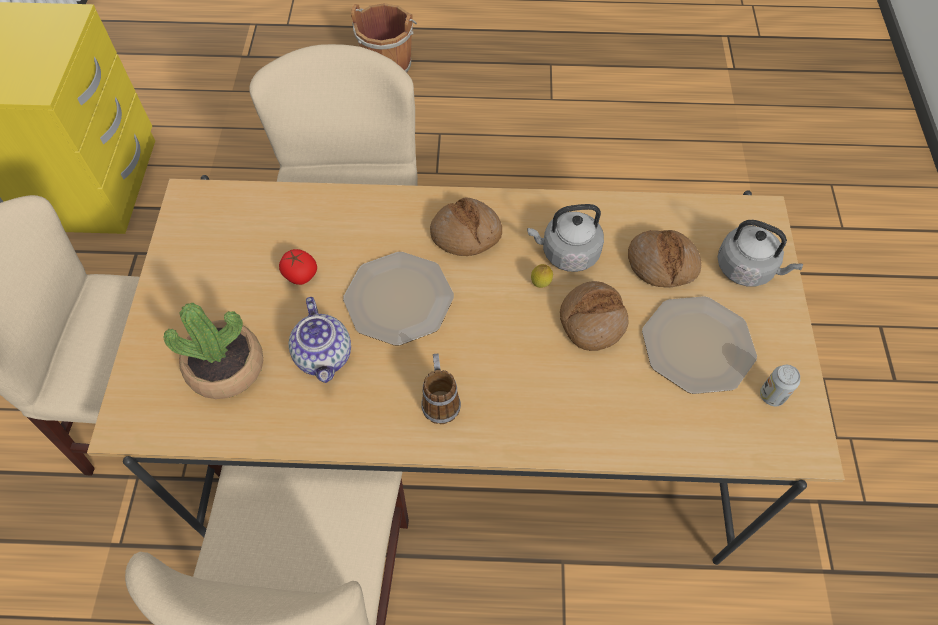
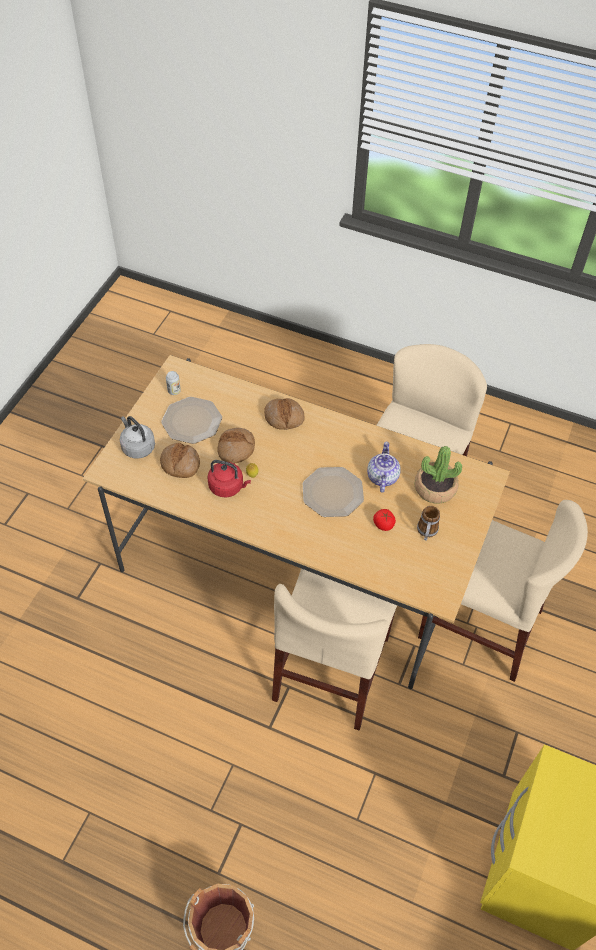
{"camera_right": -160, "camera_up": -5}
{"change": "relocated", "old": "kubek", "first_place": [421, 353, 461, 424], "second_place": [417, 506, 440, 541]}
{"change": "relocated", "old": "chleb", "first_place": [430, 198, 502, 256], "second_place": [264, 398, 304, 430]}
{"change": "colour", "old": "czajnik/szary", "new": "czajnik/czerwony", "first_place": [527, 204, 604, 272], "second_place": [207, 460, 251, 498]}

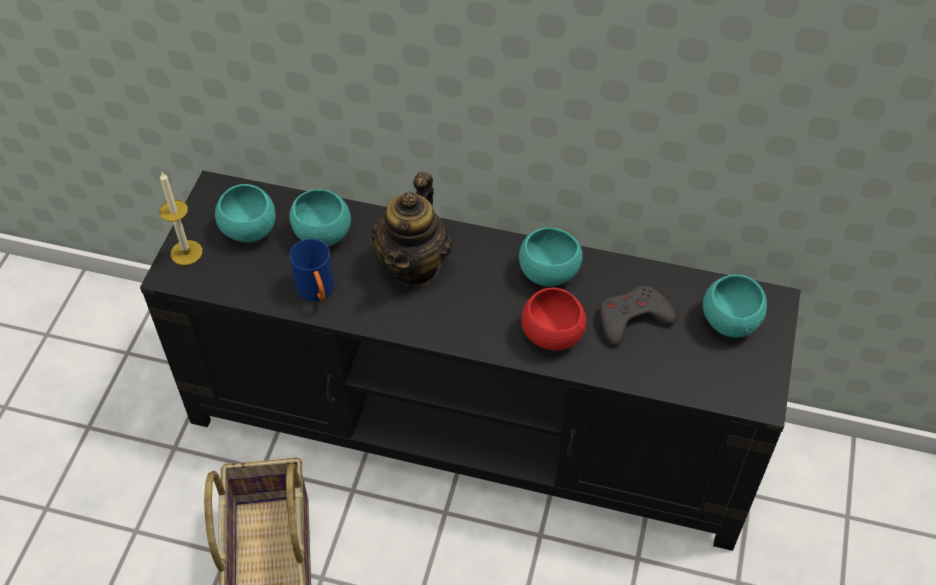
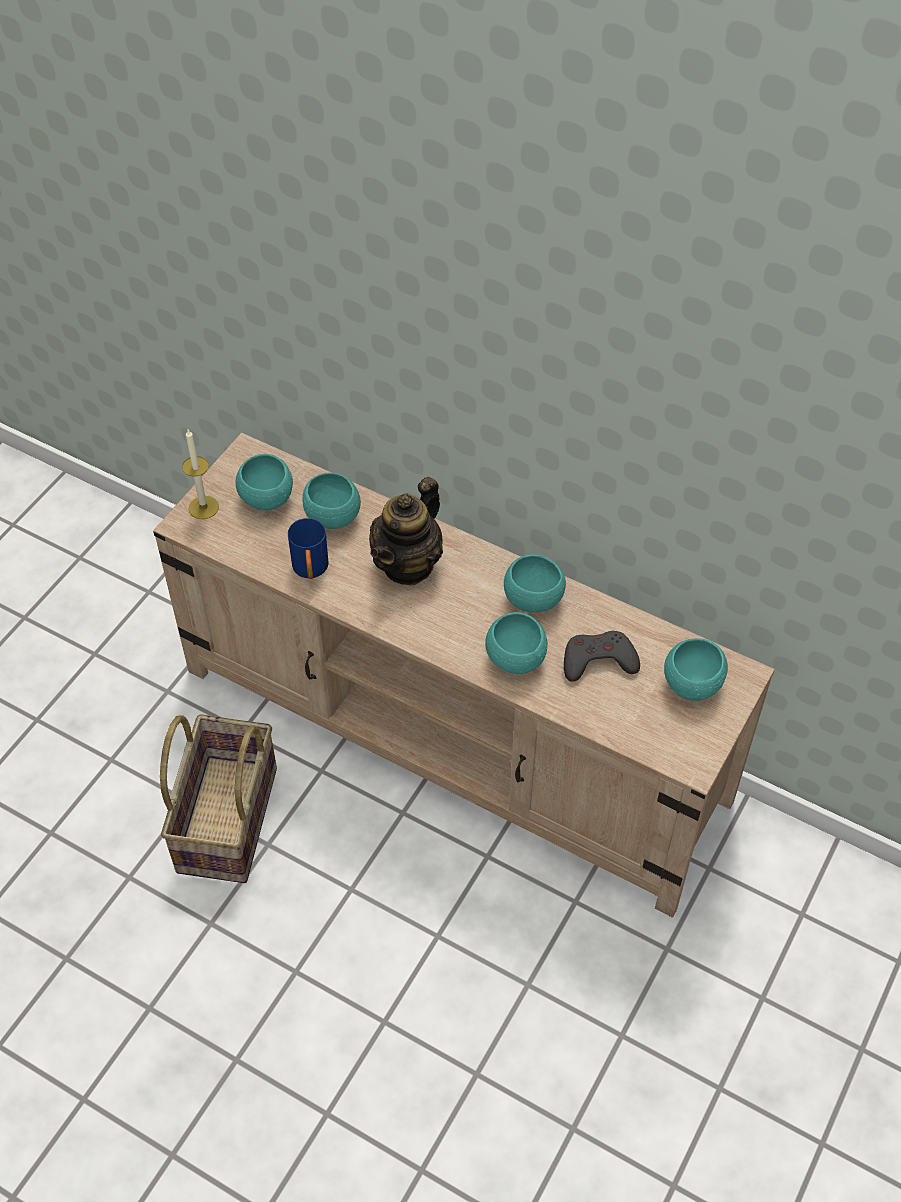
{"camera_right": 15, "camera_up": 0}
{"change": "colour", "old": "szafka pod telewizor/czarny", "new": "szafka pod telewizor/beżowy", "first_place": [140, 171, 801, 551], "second_place": [153, 433, 775, 918]}
{"change": "colour", "old": "miska/czerwony", "new": "miska/turkusowy", "first_place": [521, 288, 586, 351], "second_place": [485, 612, 547, 674]}

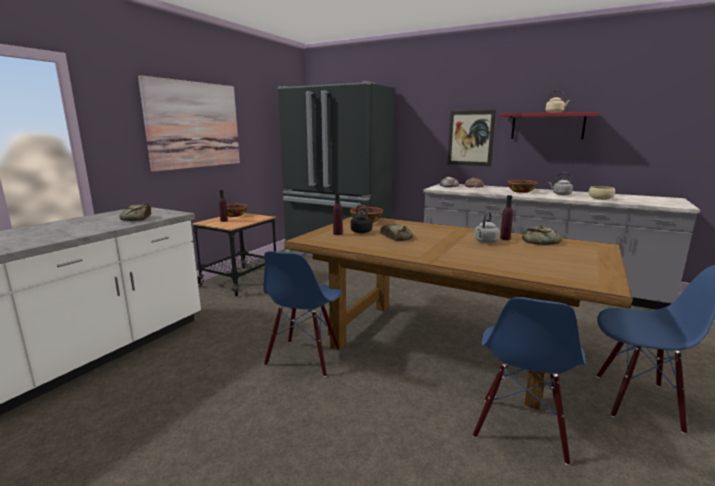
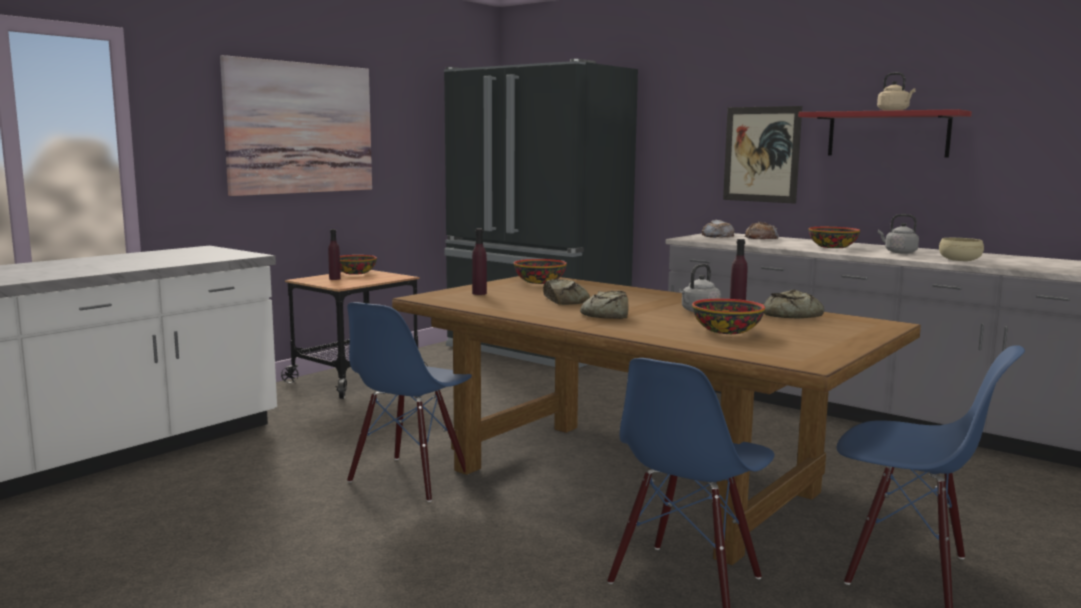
{"camera_right": 10, "camera_up": -5}
{"change": "missing", "old": "czajnik/czarny", "first_place": [350, 205, 372, 233]}
{"change": "appeared", "new": "miska", "second_place": [692, 299, 765, 334]}
{"change": "relocated", "old": "chleb", "first_place": [120, 204, 151, 221], "second_place": [580, 291, 628, 319]}

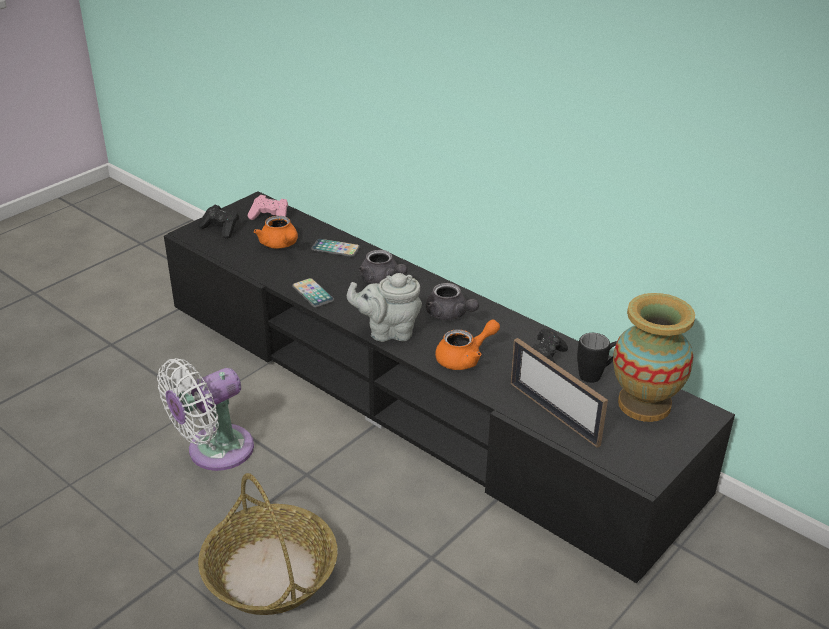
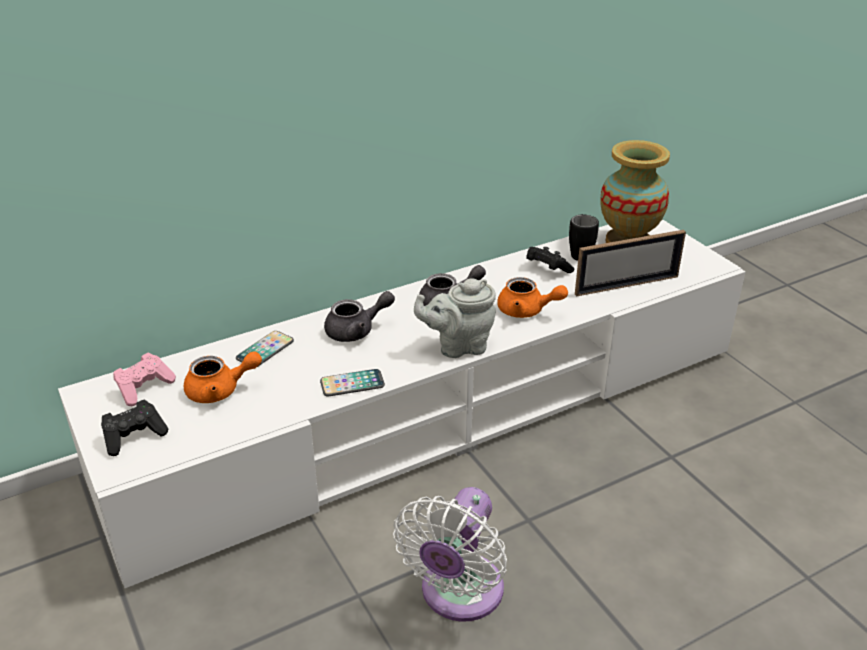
{"camera_right": -70, "camera_up": 0}
{"change": "missing", "old": "koszyk", "first_place": [198, 473, 338, 615]}
{"change": "colour", "old": "szafka pod telewizor/czarny", "new": "szafka pod telewizor/biały", "first_place": [164, 191, 735, 583], "second_place": [58, 219, 746, 588]}
{"change": "spun", "old": "wentylator/biały", "first_place": [157, 358, 254, 471], "second_place": [393, 487, 507, 622], "degrees": 45}
{"change": "spun", "old": "imbryk/szary", "first_place": [347, 273, 422, 342], "second_place": [414, 278, 496, 358], "degrees": 60}
{"change": "spun", "old": "imbryk/pomarańczowy", "first_place": [435, 320, 500, 370], "second_place": [497, 277, 568, 318], "degrees": 120}

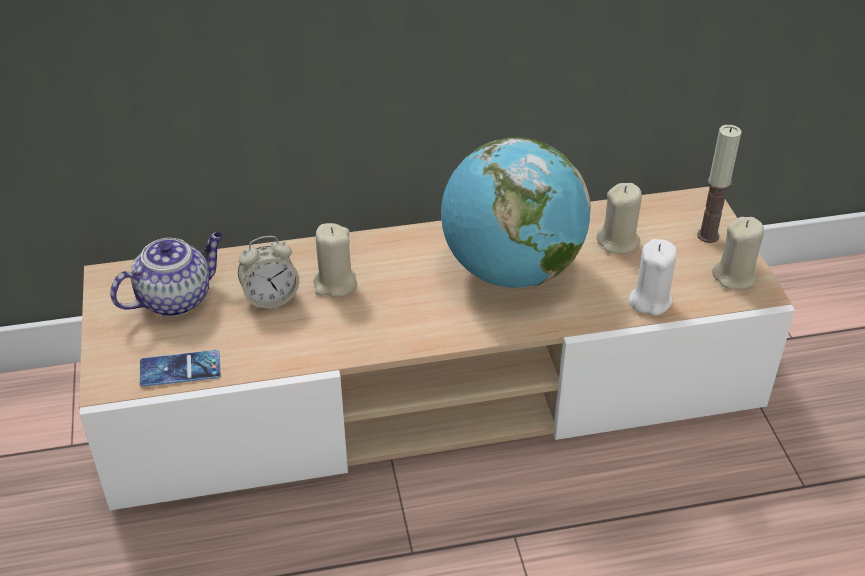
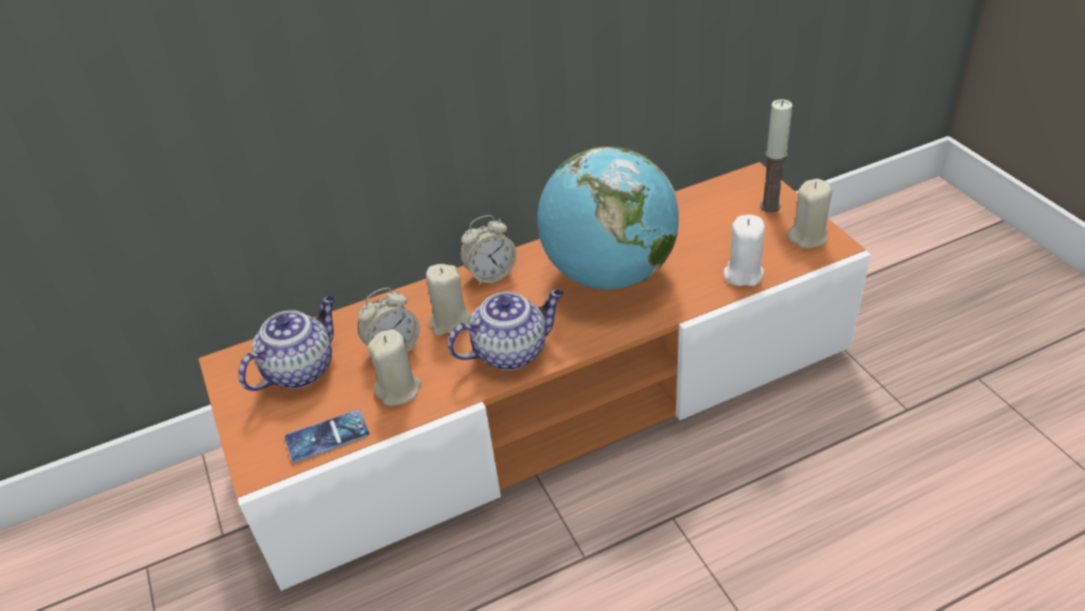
{"camera_right": -10, "camera_up": 0}
{"change": "appeared", "new": "imbryk", "second_place": [448, 289, 563, 370]}
{"change": "appeared", "new": "budzik", "second_place": [460, 215, 517, 286]}
{"change": "relocated", "old": "świeca/beżowy", "first_place": [597, 183, 642, 254], "second_place": [368, 329, 422, 406]}
{"change": "colour", "old": "szafka pod telewizor/beżowy", "new": "szafka pod telewizor/pomarańczowy", "first_place": [79, 186, 795, 510], "second_place": [198, 162, 871, 591]}

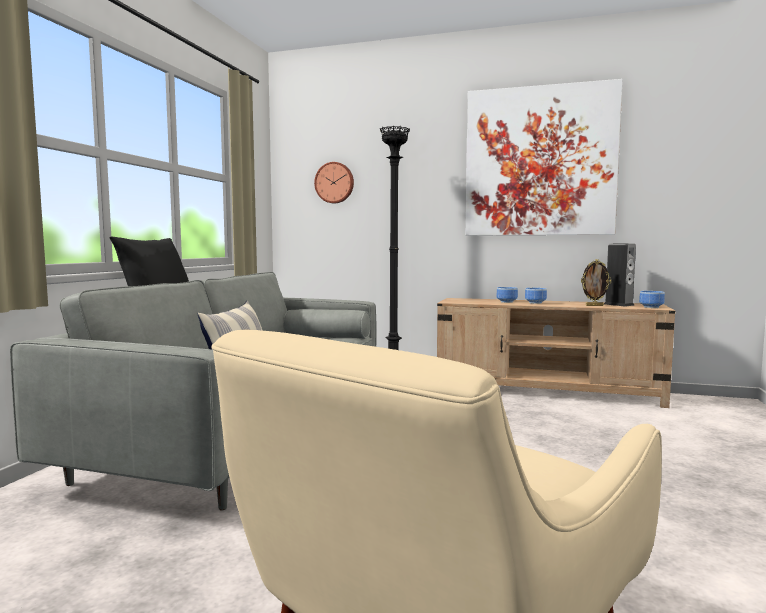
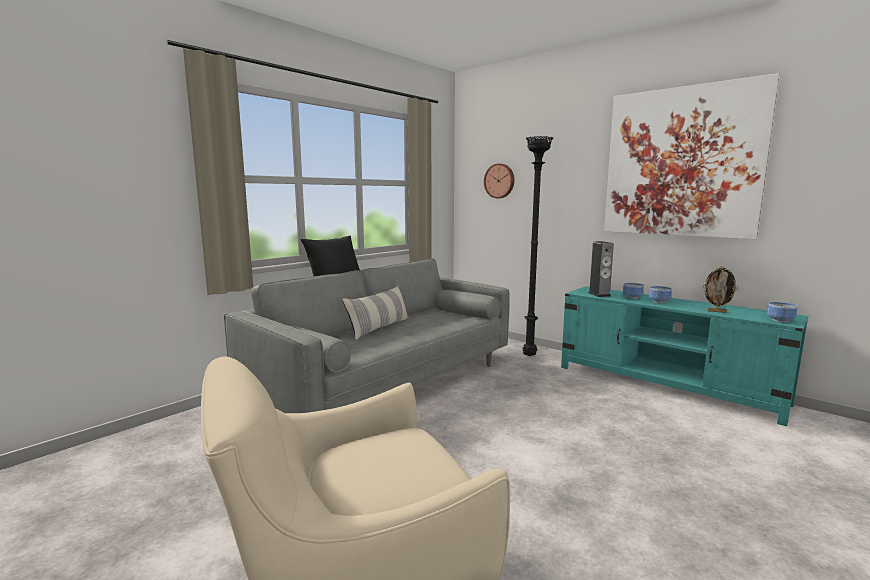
{"camera_right": 25, "camera_up": 5}
{"change": "relocated", "old": "głośnik", "first_place": [604, 244, 636, 307], "second_place": [588, 241, 614, 297]}
{"change": "colour", "old": "szafka pod telewizor/beżowy", "new": "szafka pod telewizor/turkusowy", "first_place": [437, 298, 675, 408], "second_place": [561, 286, 808, 426]}

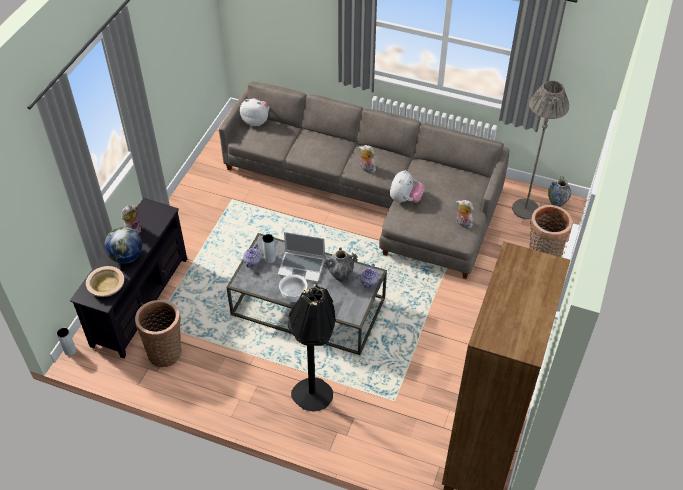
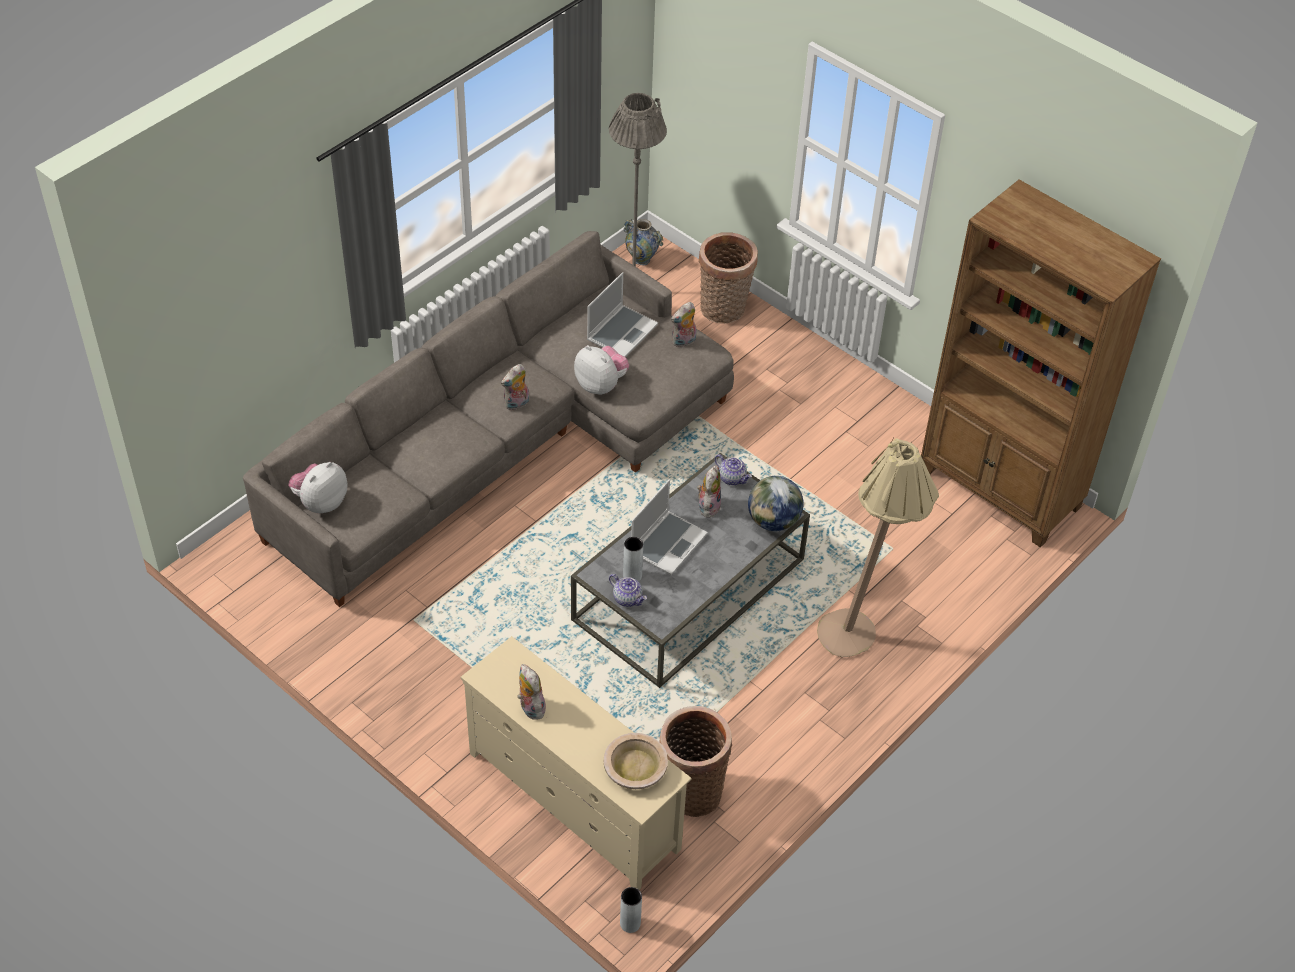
{"camera_right": -70, "camera_up": 0}
{"change": "missing", "old": "miska/biały", "first_place": [279, 274, 308, 302]}
{"change": "appeared", "new": "laptop", "second_place": [587, 272, 658, 357]}
{"change": "relocated", "old": "globus", "first_place": [105, 227, 142, 264], "second_place": [748, 476, 804, 531]}
{"change": "exchanged", "old": "wazon", "new": "pluszak", "first_place": [324, 248, 358, 282], "second_place": [697, 465, 721, 518]}
{"change": "colour", "old": "szafka pod telewizor/czarny", "new": "szafka pod telewizor/beżowy", "first_place": [70, 198, 187, 358], "second_place": [460, 636, 692, 890]}
{"change": "colour", "old": "lampa stojąca/czarny", "new": "lampa stojąca/beżowy", "first_place": [288, 284, 336, 411], "second_place": [817, 438, 939, 657]}

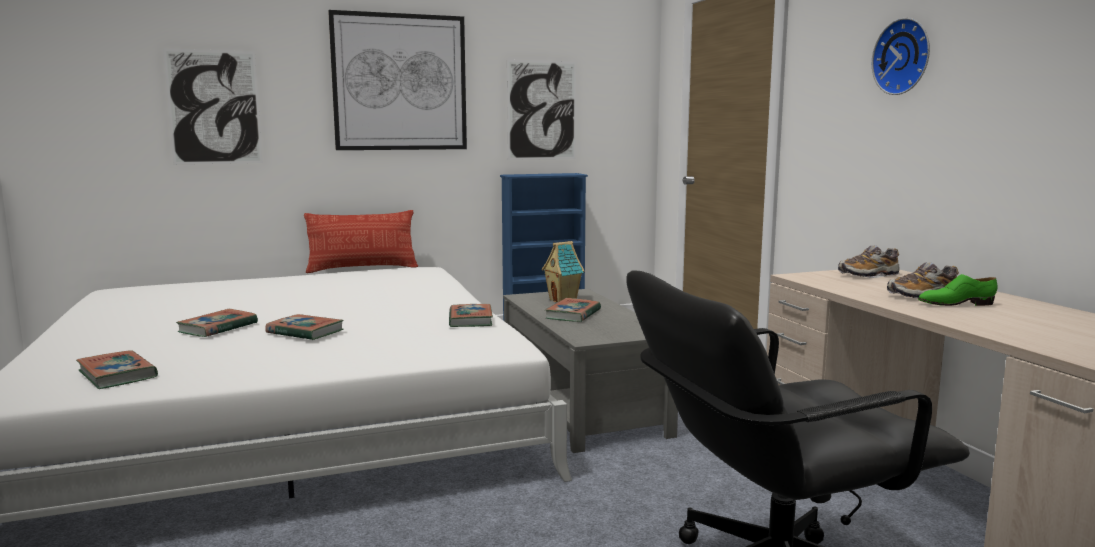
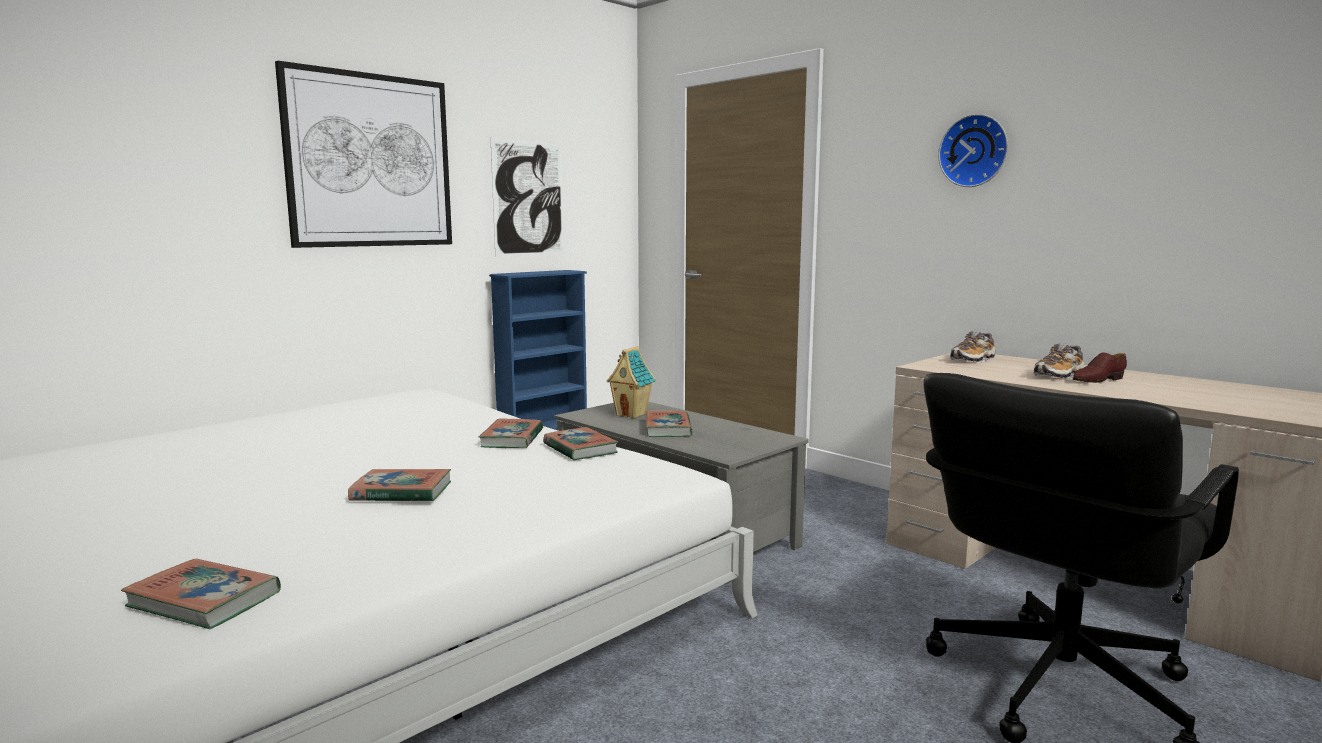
{"camera_right": -25, "camera_up": 0}
{"change": "missing", "old": "obraz", "first_place": [163, 48, 263, 164]}
{"change": "missing", "old": "poduszka", "first_place": [304, 210, 418, 273]}
{"change": "relocated", "old": "książka", "first_place": [176, 309, 258, 337], "second_place": [479, 418, 543, 448]}
{"change": "colour", "old": "but/zielony", "new": "but/brązowy", "first_place": [918, 274, 998, 306], "second_place": [1073, 352, 1127, 383]}

